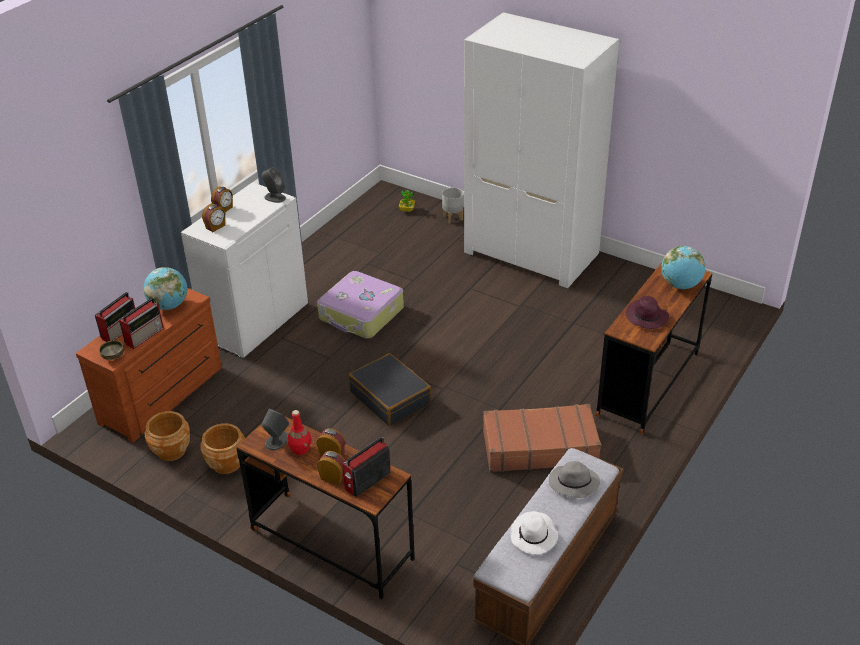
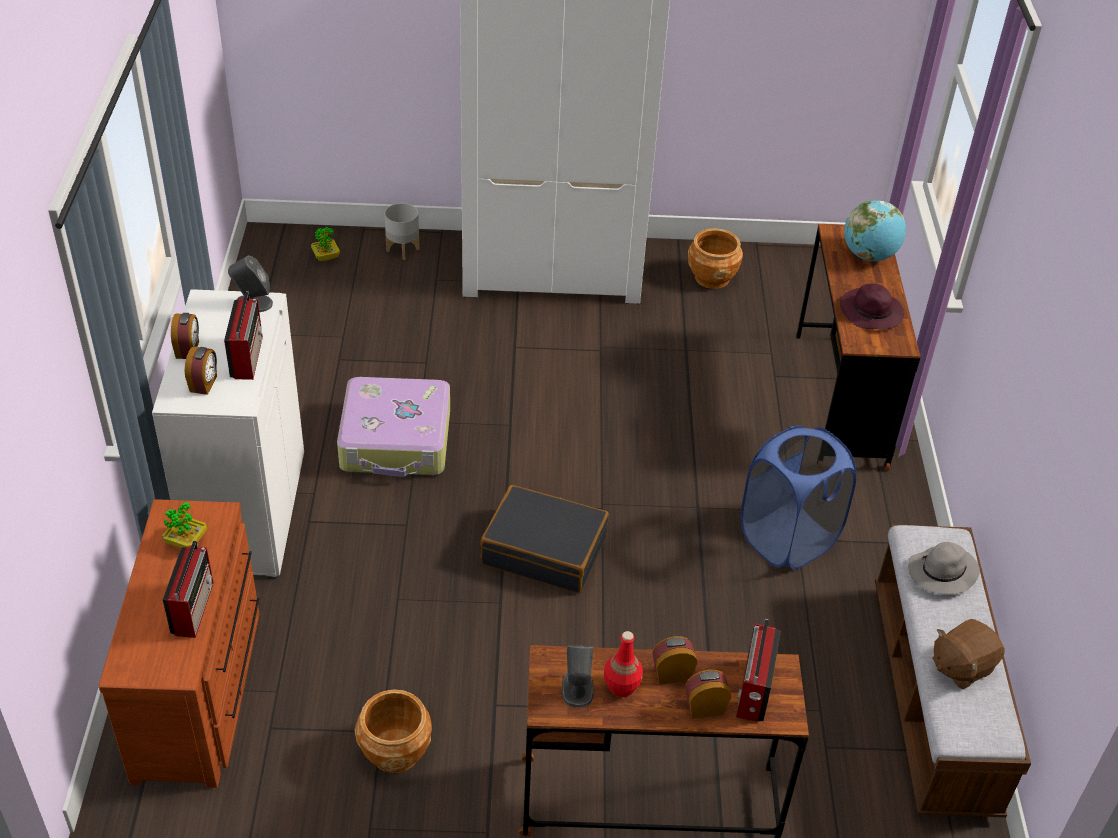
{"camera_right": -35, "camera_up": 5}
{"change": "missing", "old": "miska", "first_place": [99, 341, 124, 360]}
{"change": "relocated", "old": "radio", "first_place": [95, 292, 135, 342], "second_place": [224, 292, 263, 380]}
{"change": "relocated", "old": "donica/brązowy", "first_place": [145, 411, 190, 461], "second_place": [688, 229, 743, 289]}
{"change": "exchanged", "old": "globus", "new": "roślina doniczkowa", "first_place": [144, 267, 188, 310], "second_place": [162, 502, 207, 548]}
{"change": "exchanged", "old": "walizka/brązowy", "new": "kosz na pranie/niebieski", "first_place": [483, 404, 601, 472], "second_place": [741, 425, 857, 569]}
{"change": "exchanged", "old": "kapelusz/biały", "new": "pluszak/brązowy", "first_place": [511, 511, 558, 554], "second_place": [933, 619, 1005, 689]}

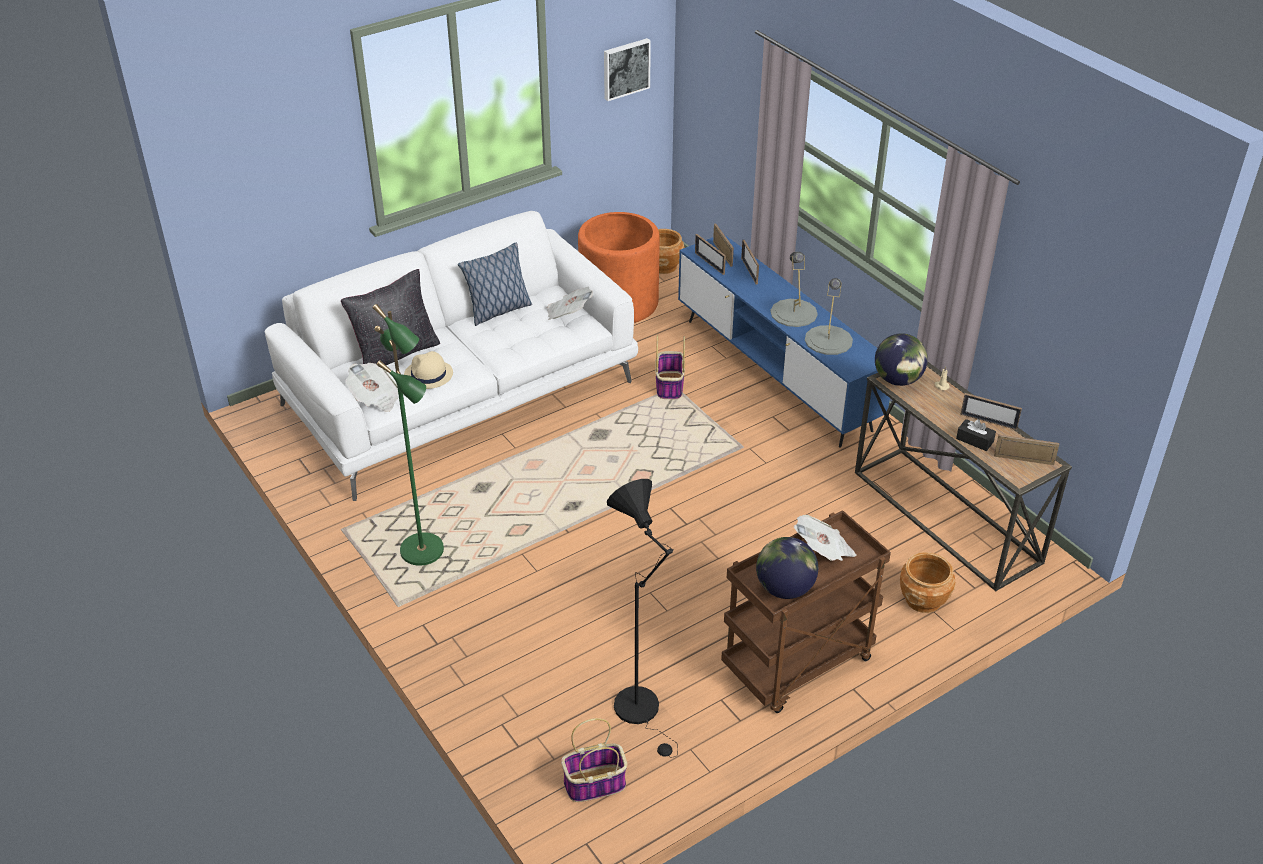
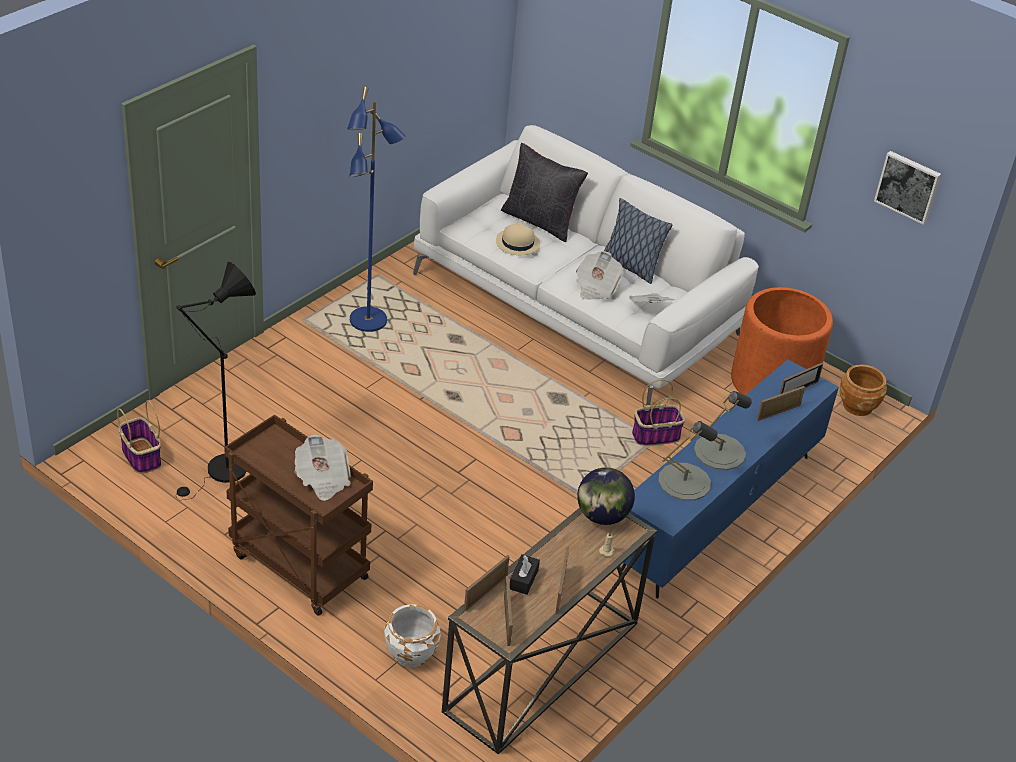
{"camera_right": 70, "camera_up": 0}
{"change": "missing", "old": "globus", "first_place": [756, 537, 818, 599]}
{"change": "relocated", "old": "gazeta", "first_place": [345, 363, 398, 412], "second_place": [576, 251, 624, 300]}
{"change": "relocated", "old": "ramka na zdjęcie", "first_place": [695, 234, 726, 275], "second_place": [464, 555, 510, 611]}
{"change": "colour", "old": "lampa stojąca/zielony", "new": "lampa stojąca/niebieski", "first_place": [373, 304, 444, 566], "second_place": [347, 87, 406, 332]}
{"change": "colour", "old": "donica/brązowy", "new": "donica/biały", "first_place": [900, 552, 955, 613], "second_place": [384, 604, 441, 668]}

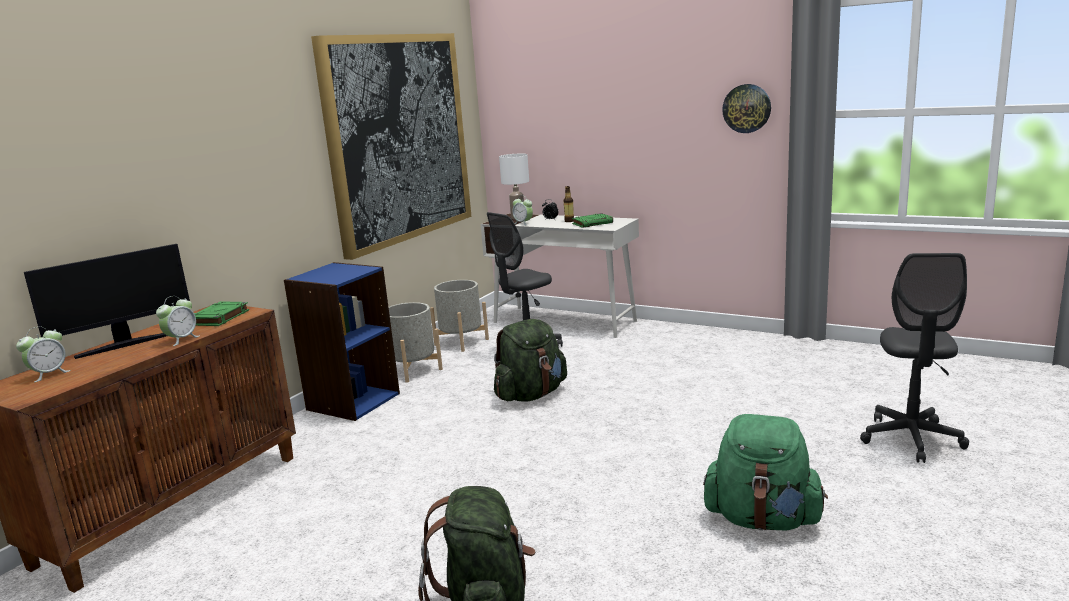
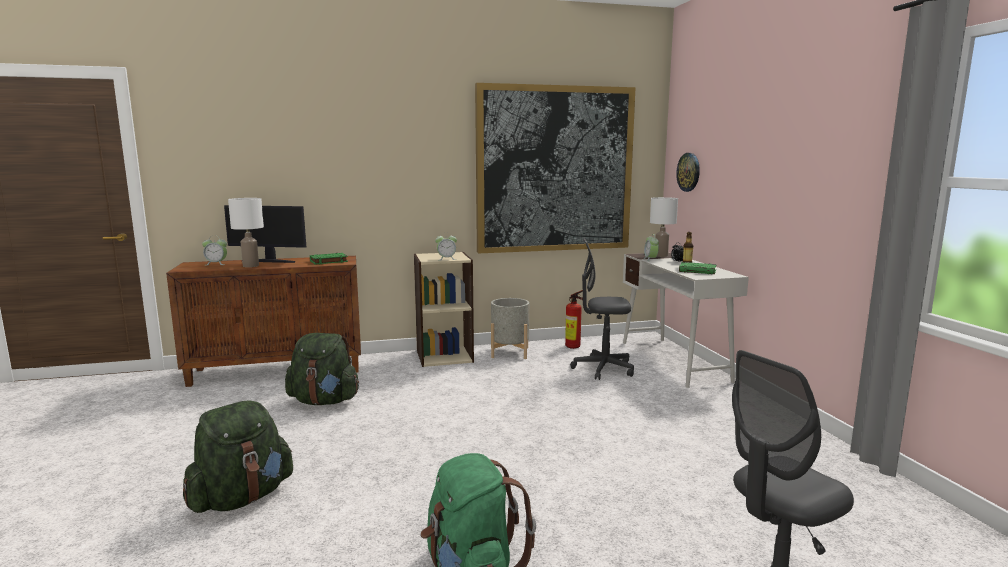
{"camera_right": 45, "camera_up": -5}
{"change": "appeared", "new": "lampa stołowa/biały", "second_place": [228, 198, 264, 267]}
{"change": "relocated", "old": "budzik", "first_place": [156, 296, 199, 346], "second_place": [435, 234, 457, 260]}
{"change": "relocated", "old": "plecak/zielony", "first_place": [494, 319, 567, 402], "second_place": [285, 333, 359, 405]}
{"change": "relocated", "old": "zegar ścienny", "first_place": [722, 84, 771, 133], "second_place": [676, 153, 700, 192]}
{"change": "exchanged", "old": "donica/szary", "new": "gaśnica", "first_place": [430, 280, 489, 352], "second_place": [565, 290, 583, 349]}
{"change": "colour", "old": "regał/niebieski", "new": "regał/beżowy", "first_place": [284, 262, 400, 421], "second_place": [414, 252, 474, 367]}

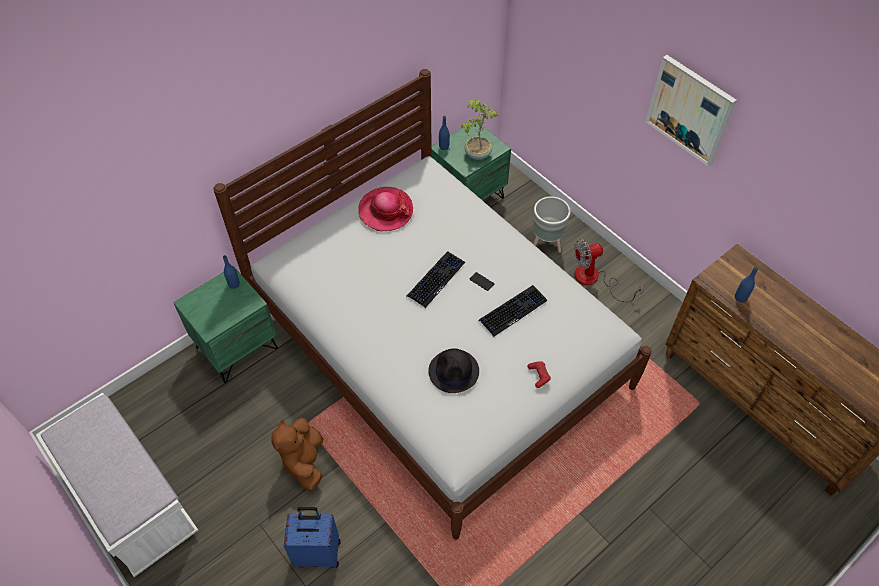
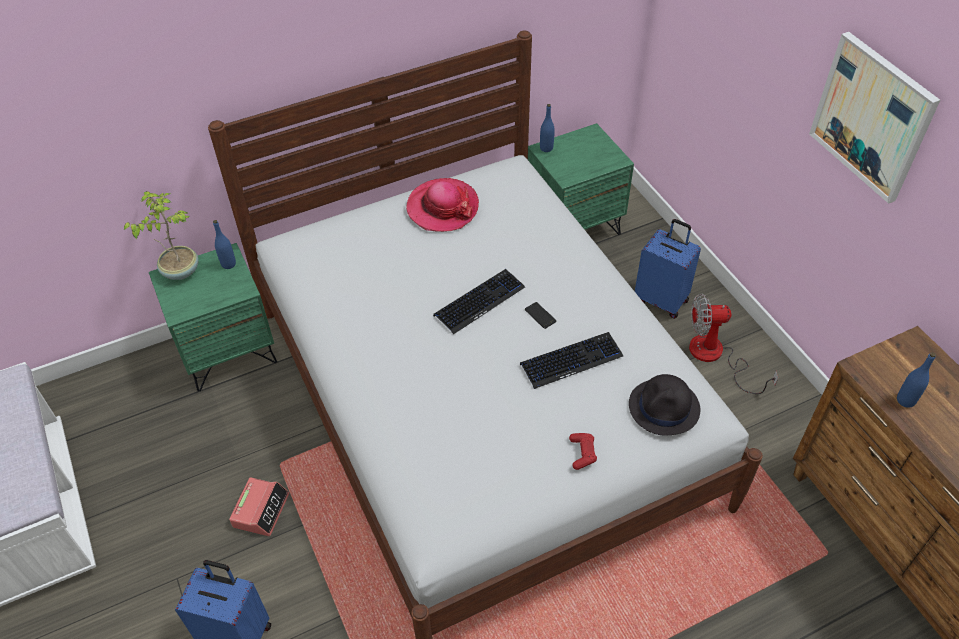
{"camera_right": 15, "camera_up": -5}
{"change": "relocated", "old": "kapelusz/czarny", "first_place": [428, 348, 479, 393], "second_place": [629, 374, 700, 435]}
{"change": "relocated", "old": "roślina doniczkowa", "first_place": [461, 100, 498, 160], "second_place": [124, 191, 199, 280]}
{"change": "exchanged", "old": "pluszak/brązowy", "new": "budzik", "first_place": [271, 418, 323, 490], "second_place": [229, 477, 289, 536]}
{"change": "exchanged", "old": "donica/szary", "new": "walizka/niebieski", "first_place": [533, 196, 571, 253], "second_place": [635, 219, 701, 319]}

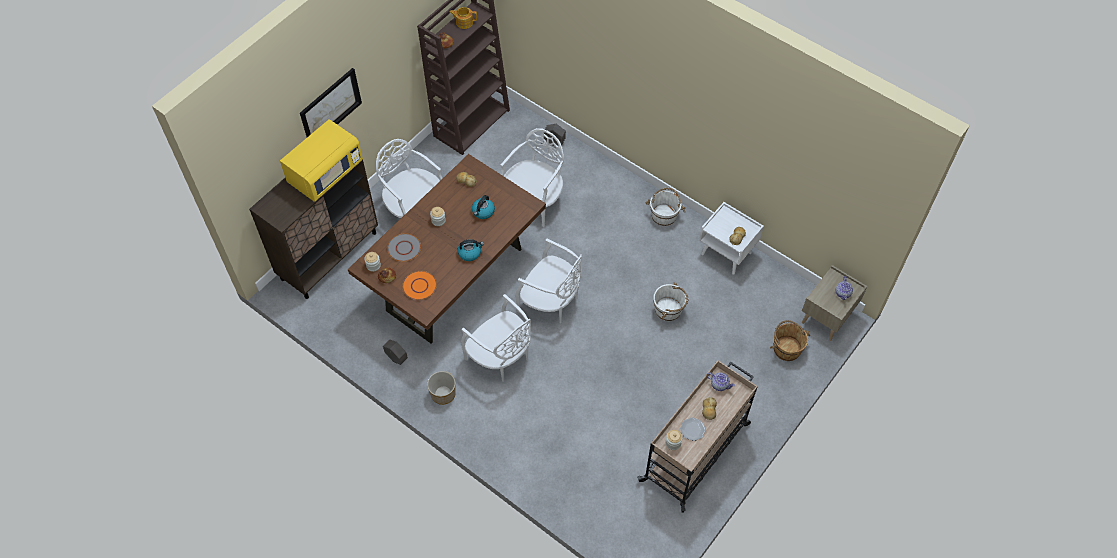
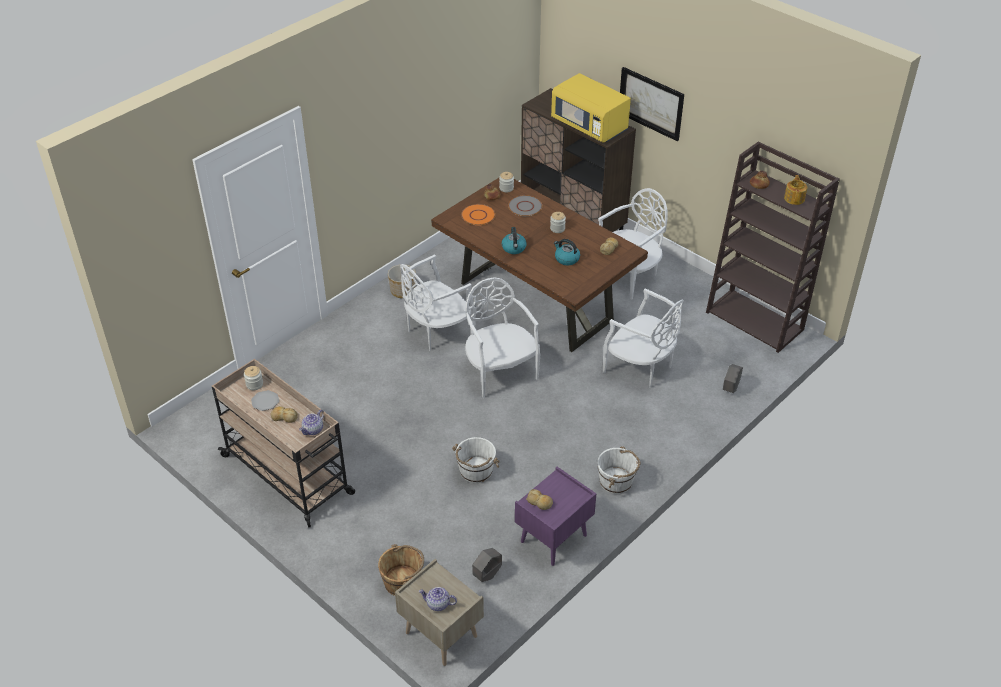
{"camera_right": 95, "camera_up": -15}
{"change": "relocated", "old": "donica/szary", "first_place": [383, 340, 408, 365], "second_place": [472, 548, 502, 582]}
{"change": "colour", "old": "szafka nocna/biały", "new": "szafka nocna/fioletowy", "first_place": [699, 202, 764, 275], "second_place": [515, 467, 596, 566]}
{"change": "spun", "old": "krzesło/biały", "first_place": [515, 239, 582, 323], "second_place": [465, 277, 540, 398], "degrees": 120}

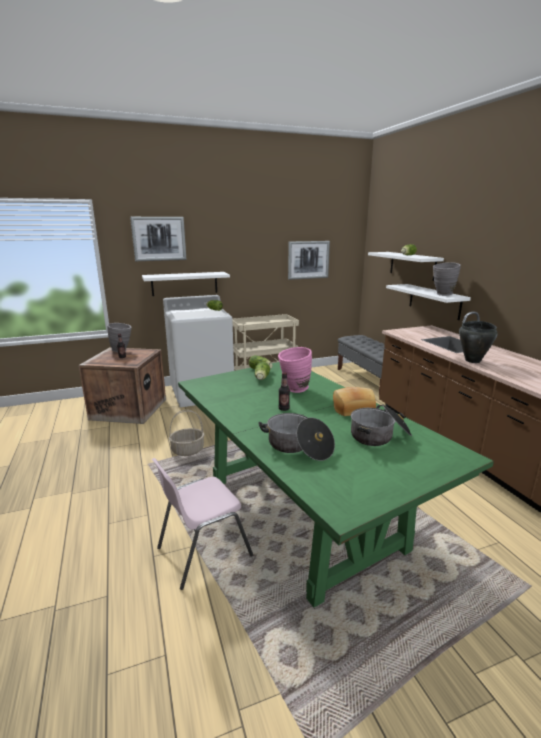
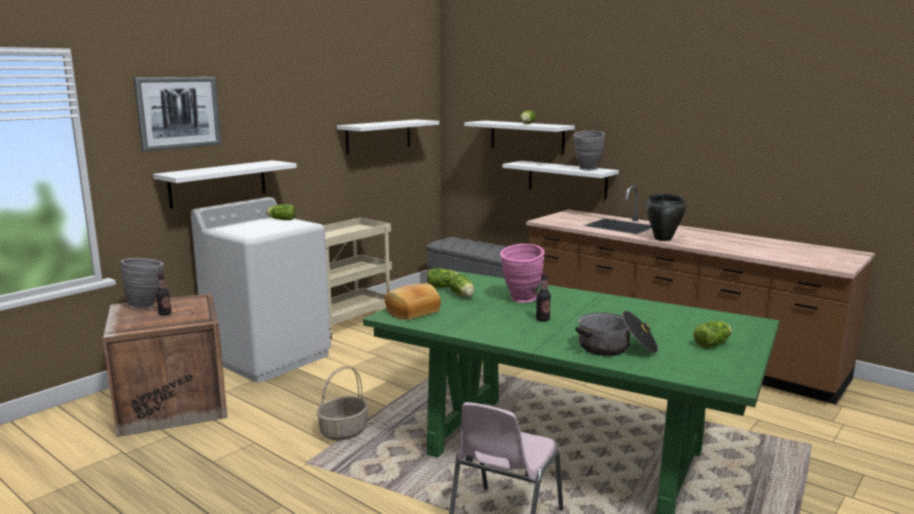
{"camera_right": -30, "camera_up": -5}
{"change": "missing", "old": "garnek", "first_place": [351, 405, 412, 446]}
{"change": "appeared", "new": "sałata", "second_place": [693, 321, 732, 348]}
{"change": "relocated", "old": "chleb", "first_place": [333, 387, 376, 416], "second_place": [385, 284, 441, 320]}
{"change": "exchanged", "old": "obraz", "new": "półka/biały", "first_place": [288, 241, 330, 280], "second_place": [337, 119, 439, 154]}

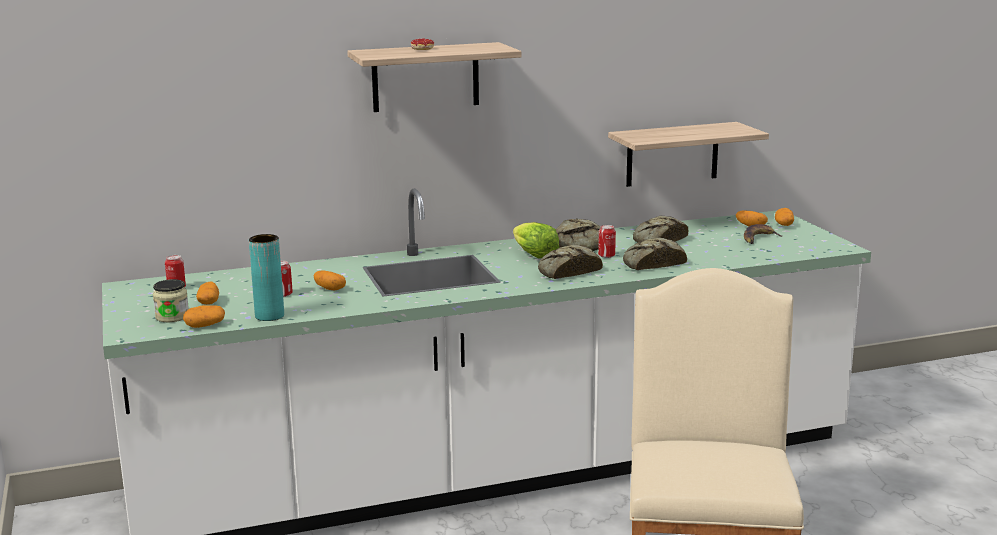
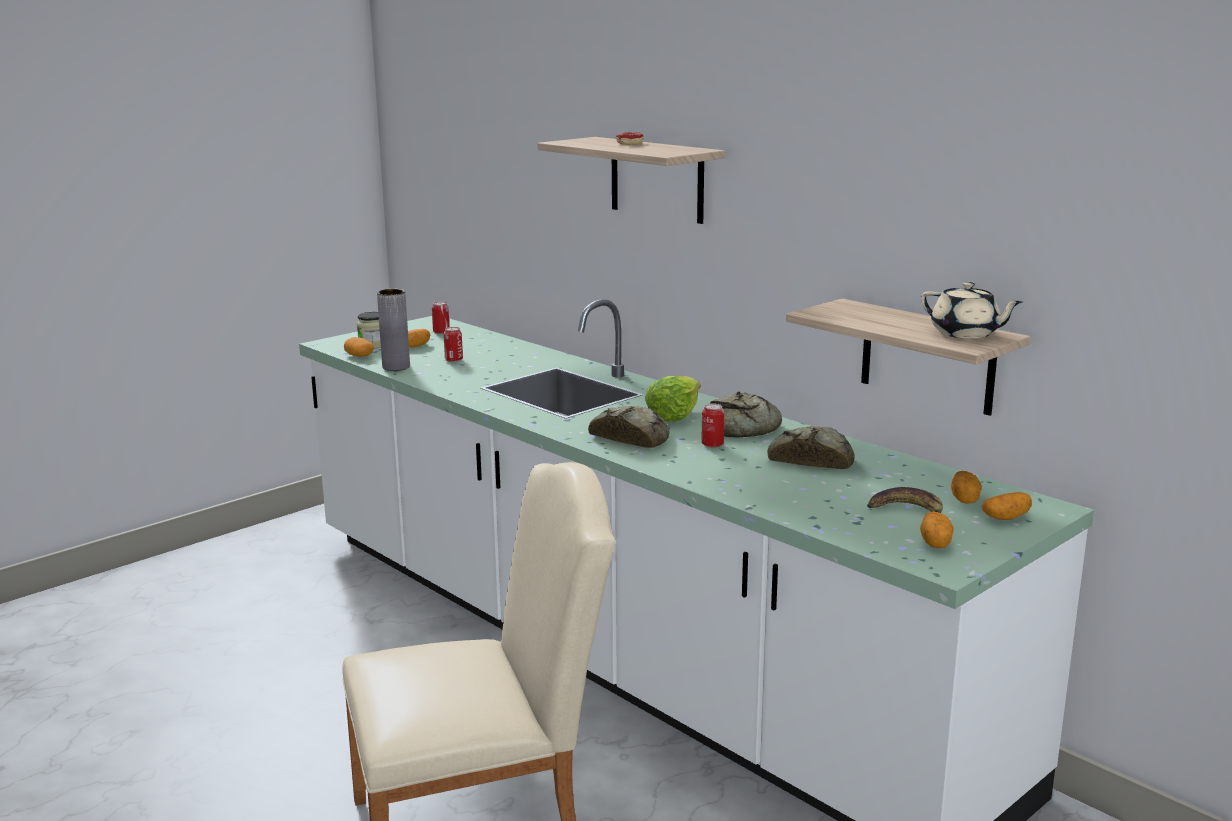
{"camera_right": 65, "camera_up": 0}
{"change": "missing", "old": "chleb", "first_place": [623, 237, 687, 270]}
{"change": "appeared", "new": "imbryk/beżowy", "second_place": [921, 282, 1023, 339]}
{"change": "relocated", "old": "ziemniak", "first_place": [313, 271, 346, 290], "second_place": [920, 511, 954, 548]}
{"change": "colour", "old": "wazon/turkusowy", "new": "wazon/szary", "first_place": [249, 234, 284, 321], "second_place": [377, 289, 410, 371]}

